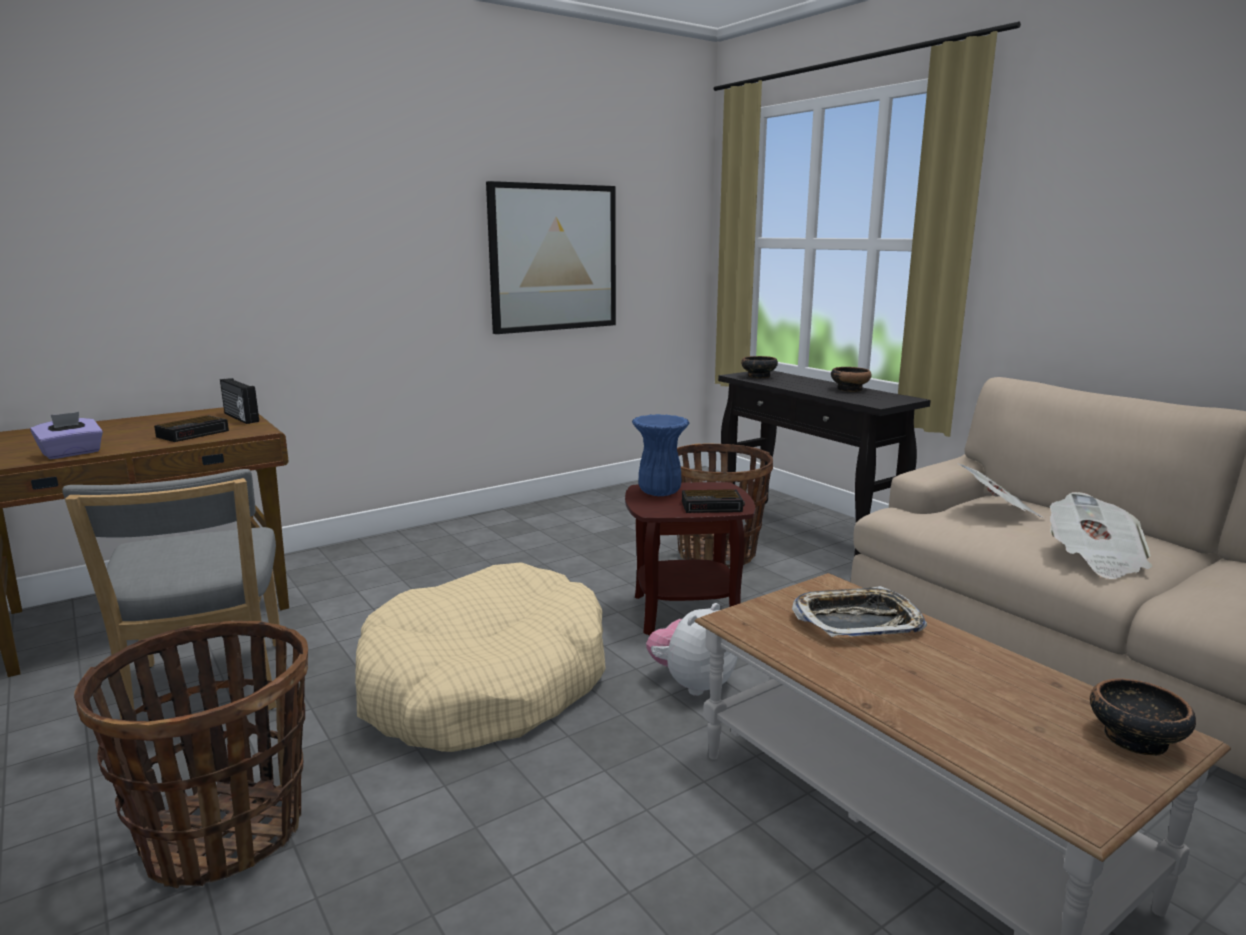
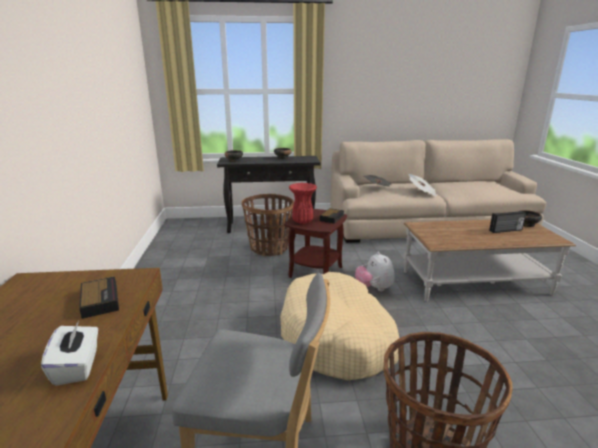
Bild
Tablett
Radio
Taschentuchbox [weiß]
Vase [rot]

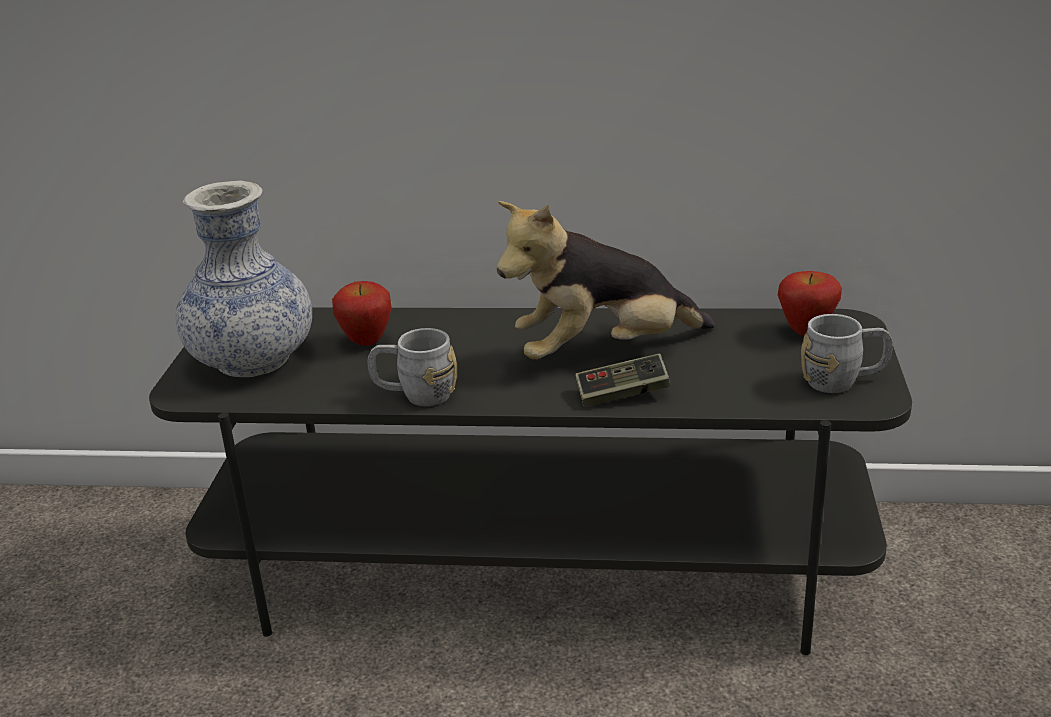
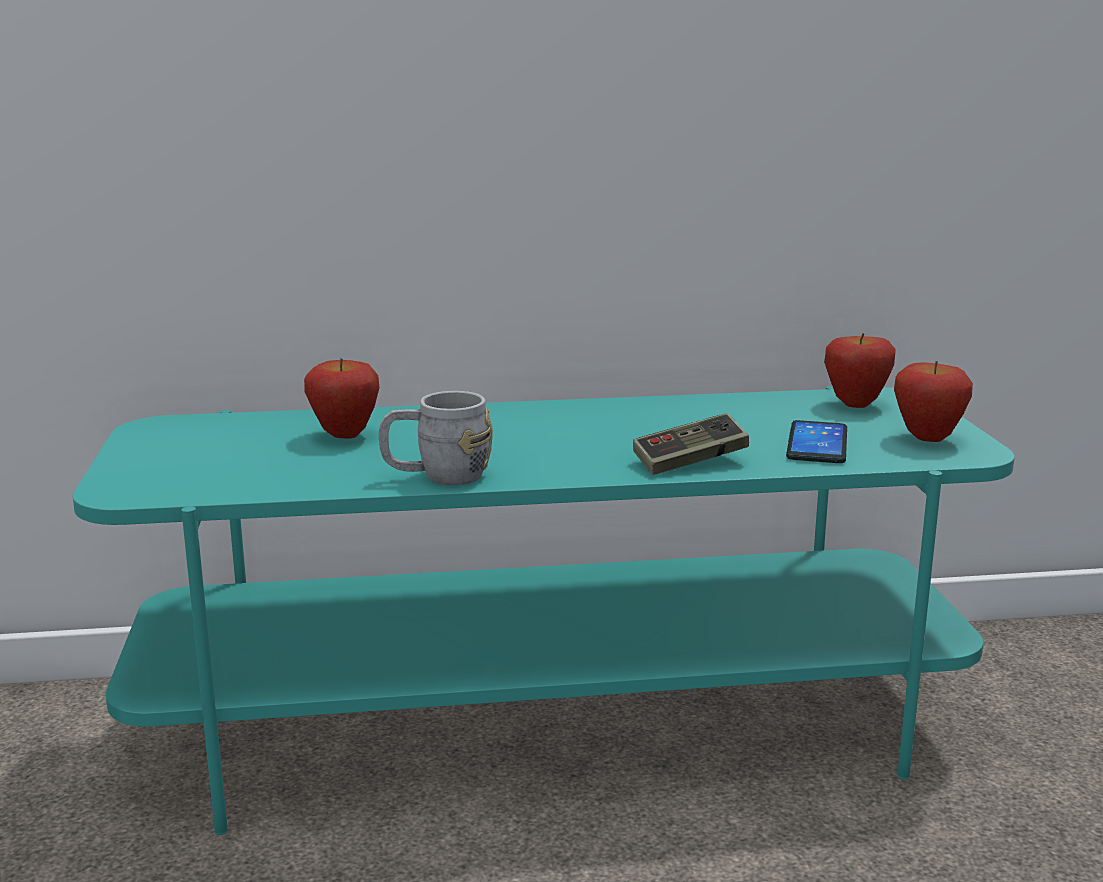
Vase
Plüschtier
Handy
Apfel (3rd from left)
Fernsehschrank [türkis]

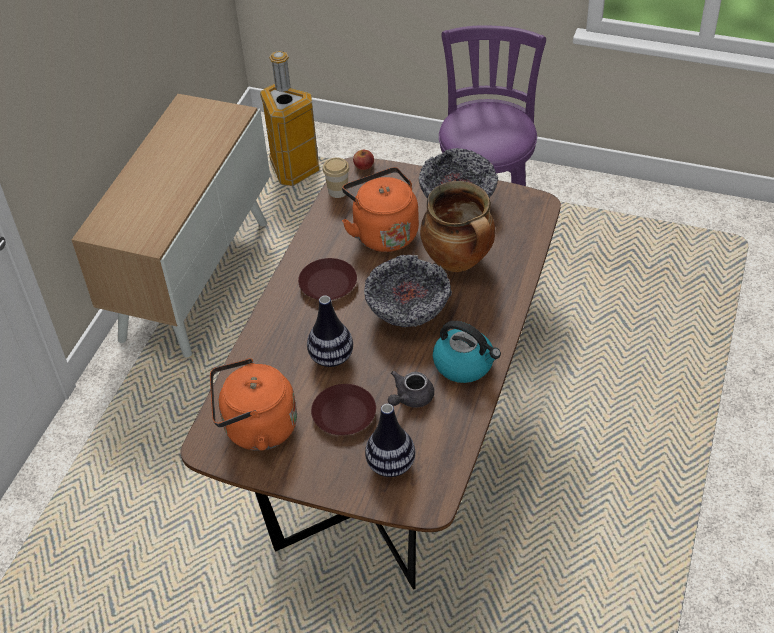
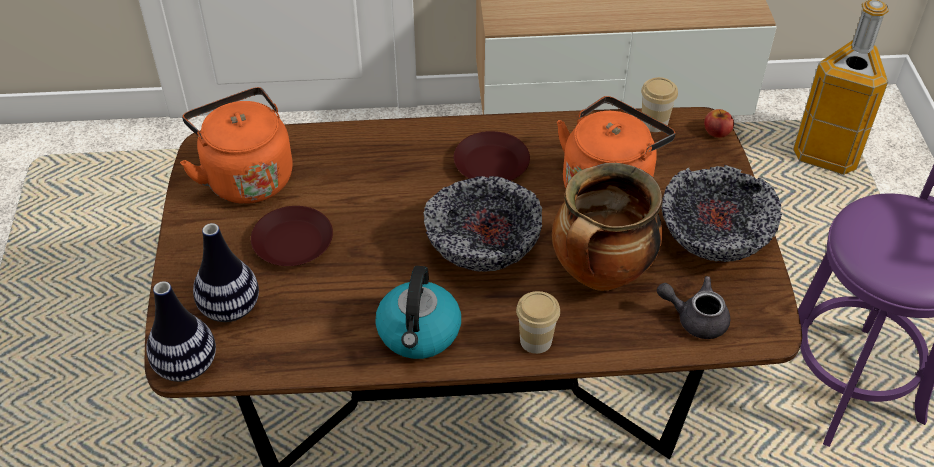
Tasse (1st from left)
Vase (1st from left)
Teekanne [grau]

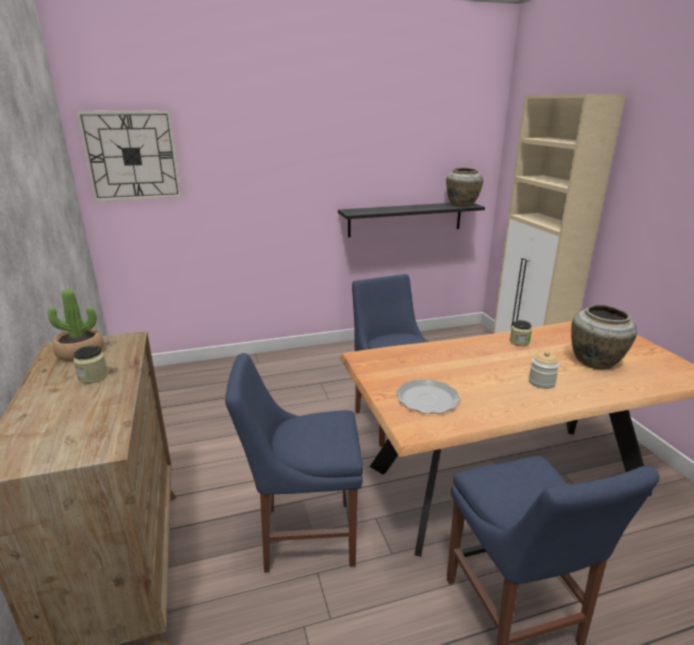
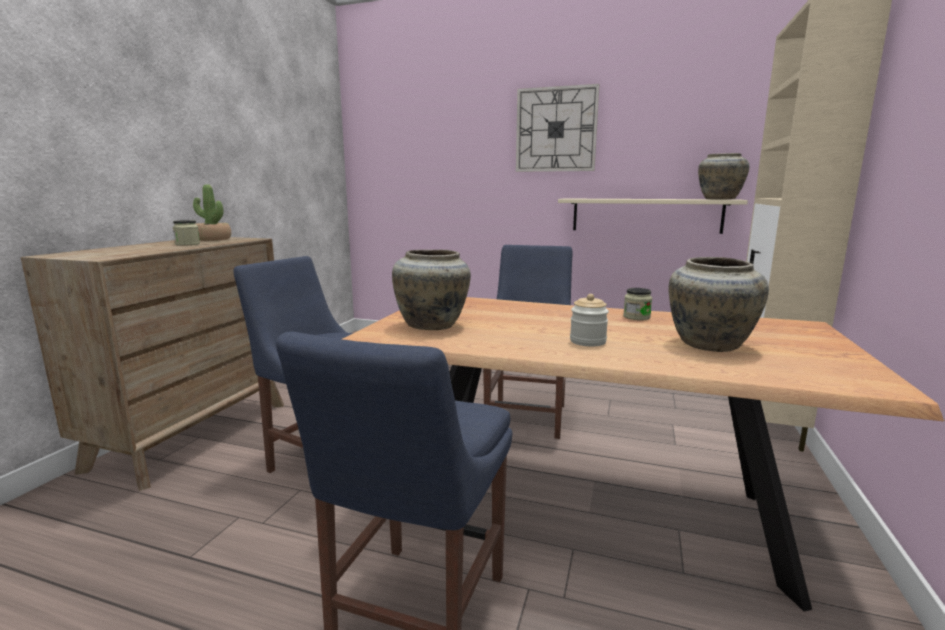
Wanduhr
Vase [beige] (1st from left)
Wandregal [beige]

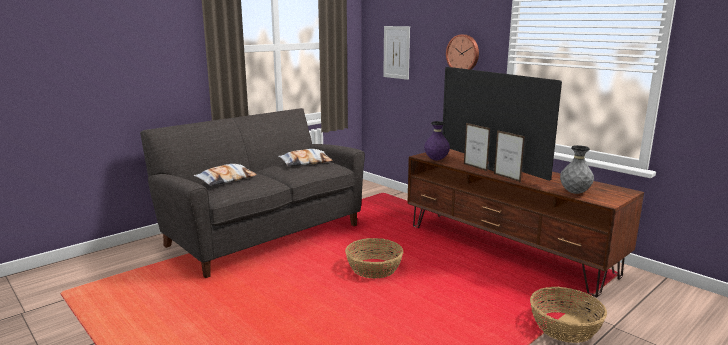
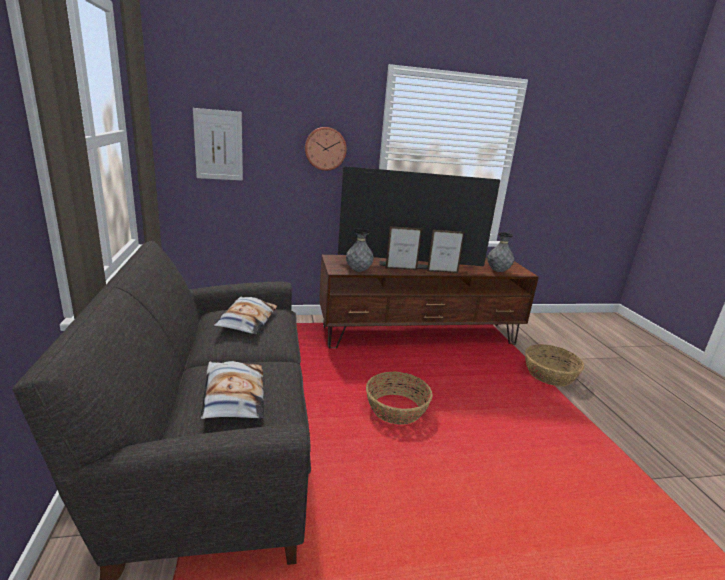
Vase [grau] (1st from left)

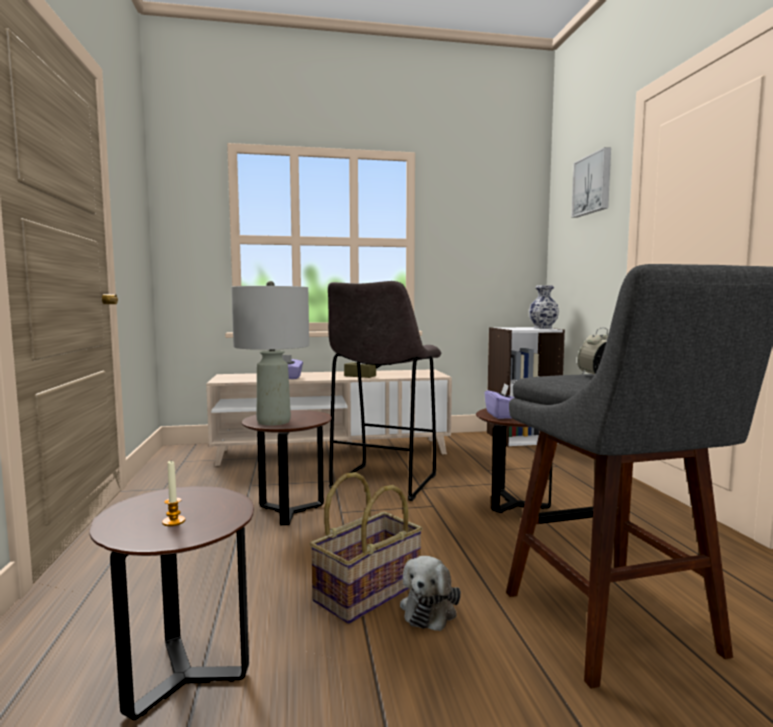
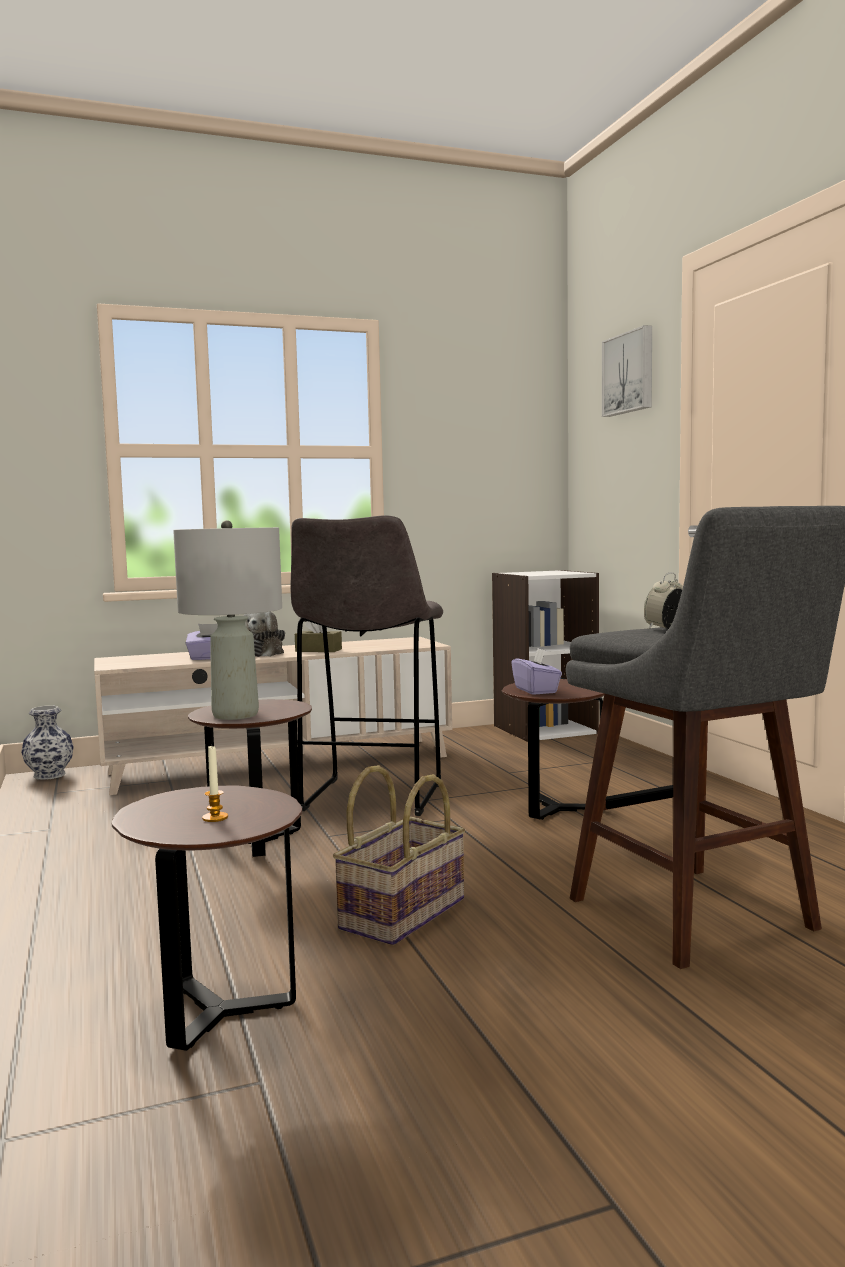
Plüschtier
Vase

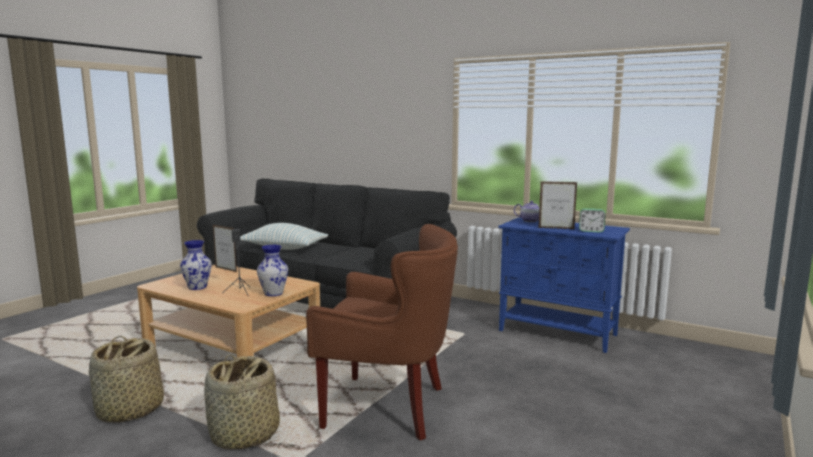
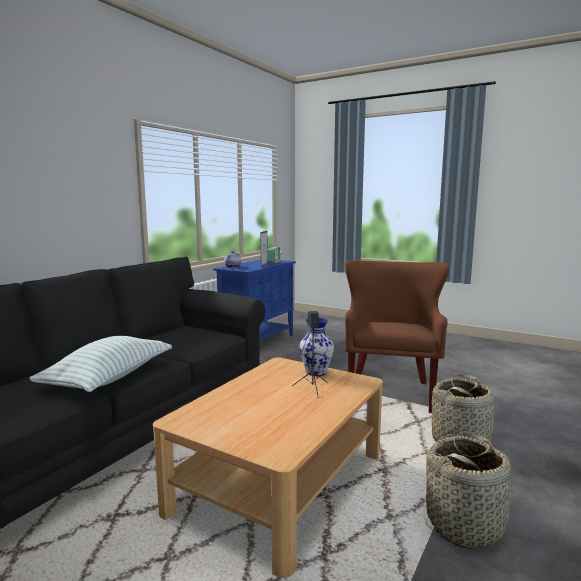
Vase (1st from left in the first image)
Bilderrahmen (1st from left in the first image)

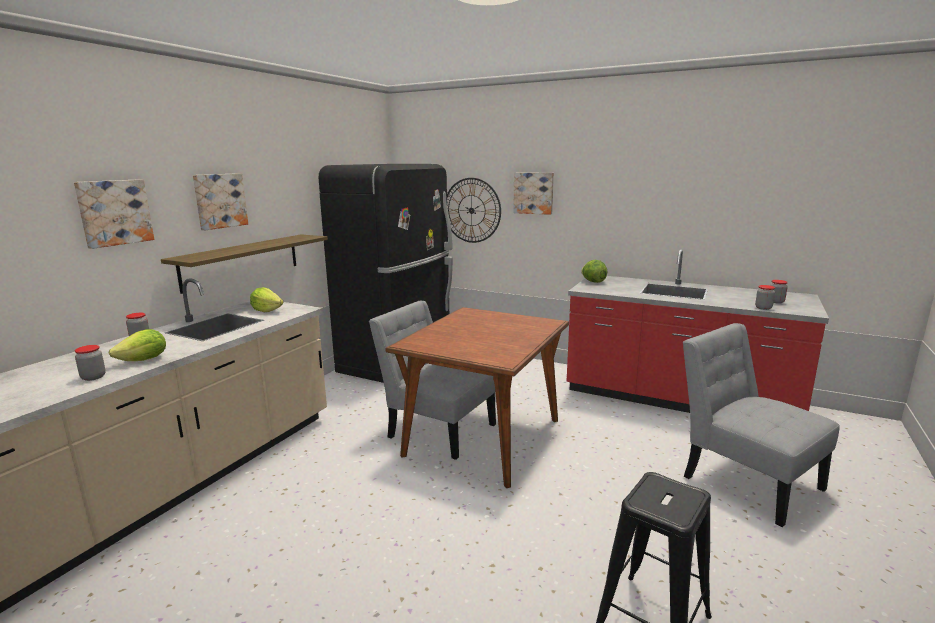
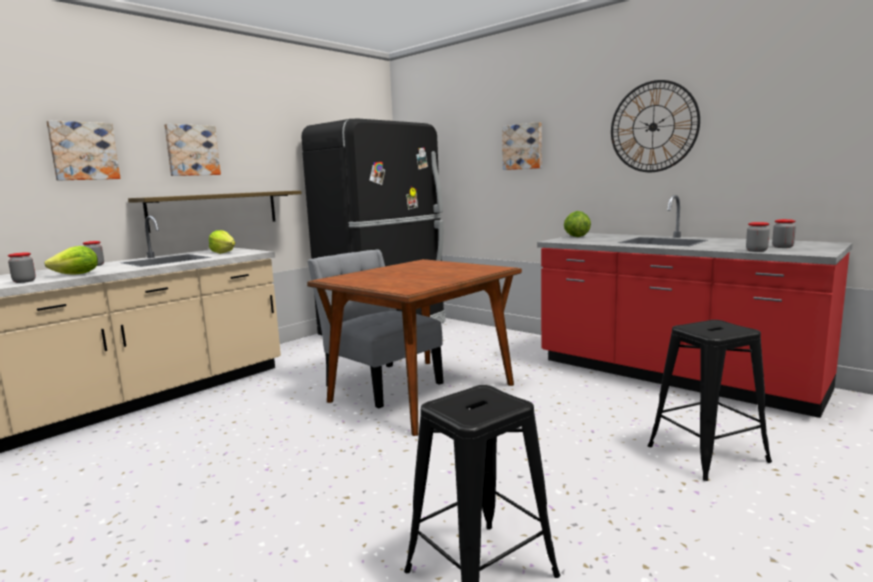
Wanduhr
Hocker [schwarz] (2nd from left)

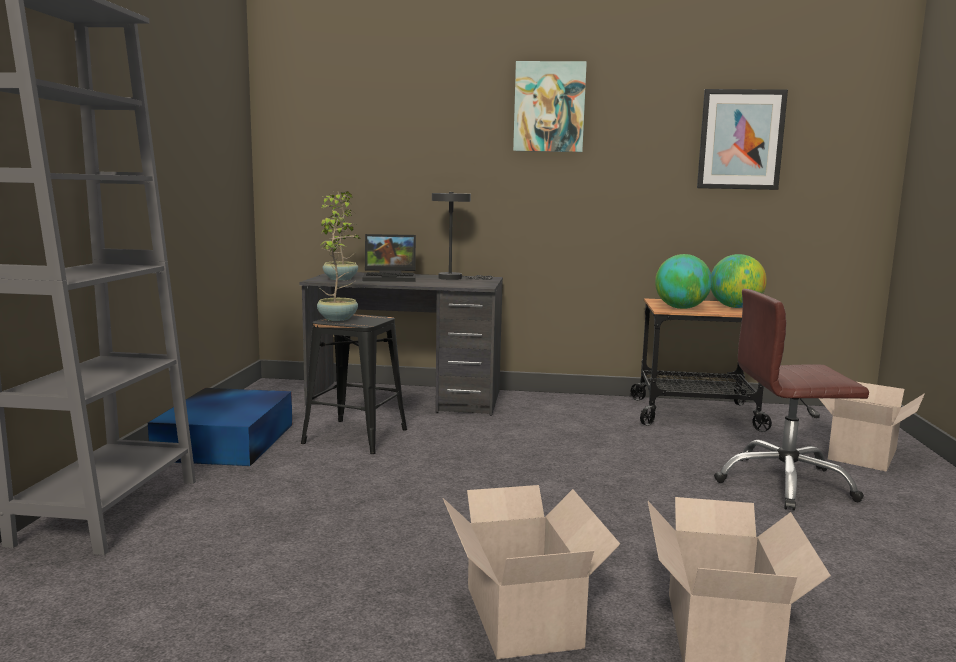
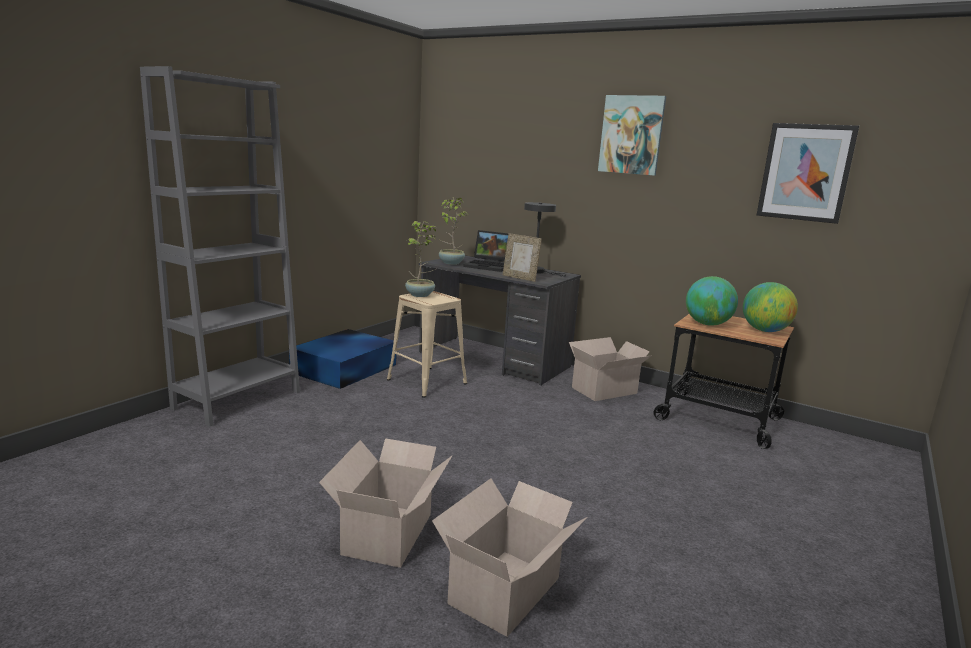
Bürostuhl [braun]
Bilderrahmen
Karton (3rd from left)
Hocker [beige]

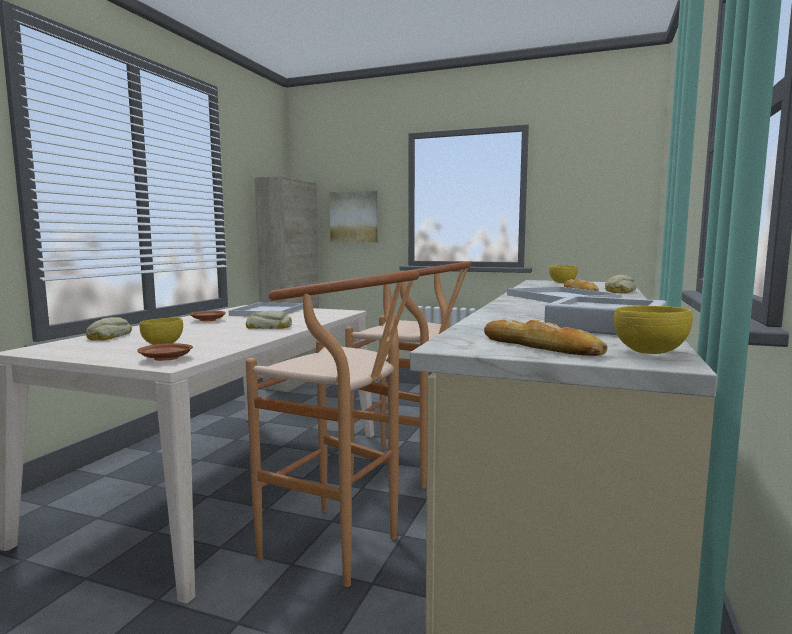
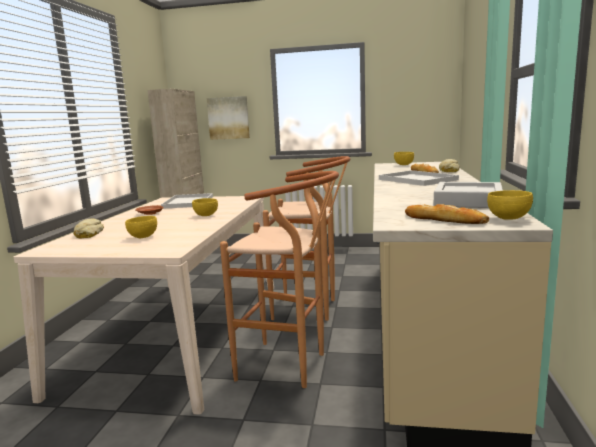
Teller [braun] (1st from left in the first image)
Schüssel [gelb] (2nd from left)

